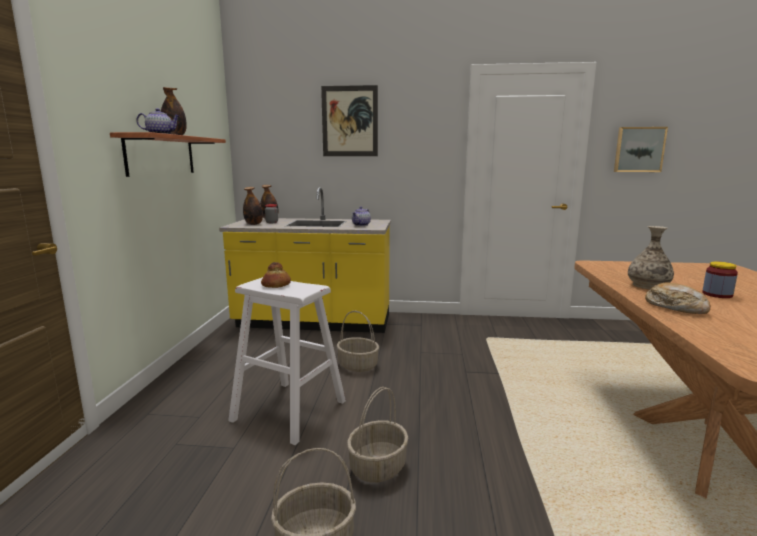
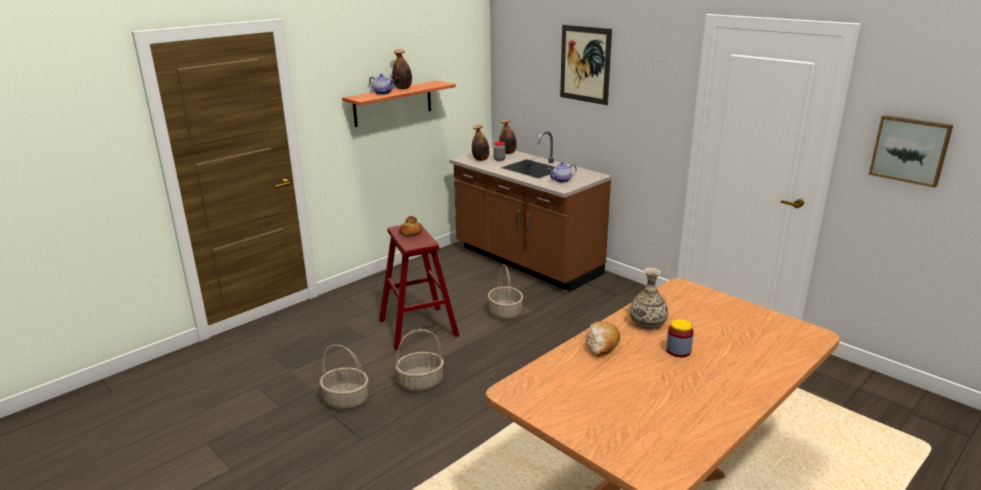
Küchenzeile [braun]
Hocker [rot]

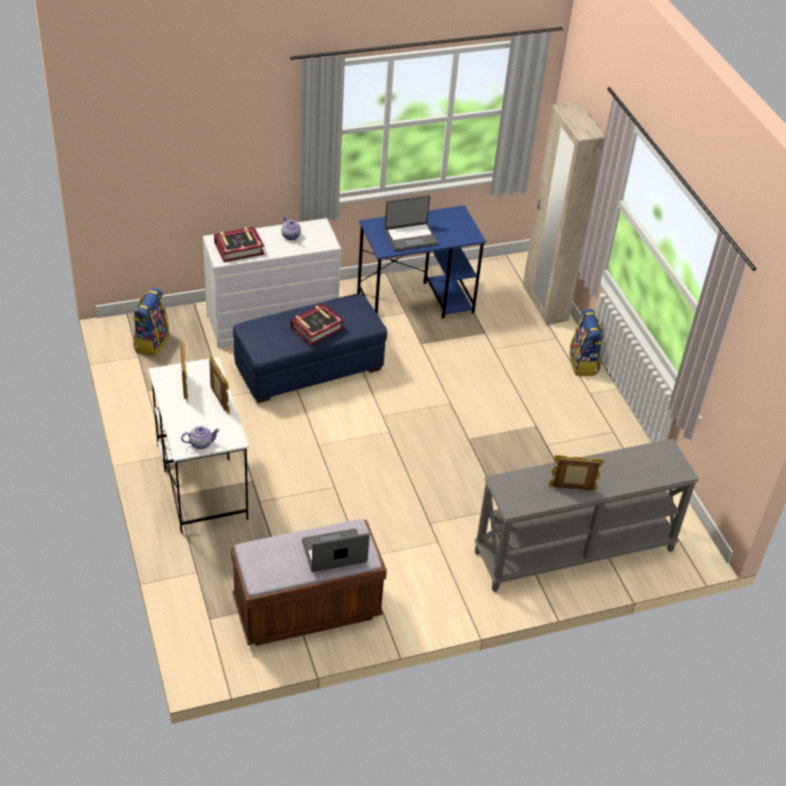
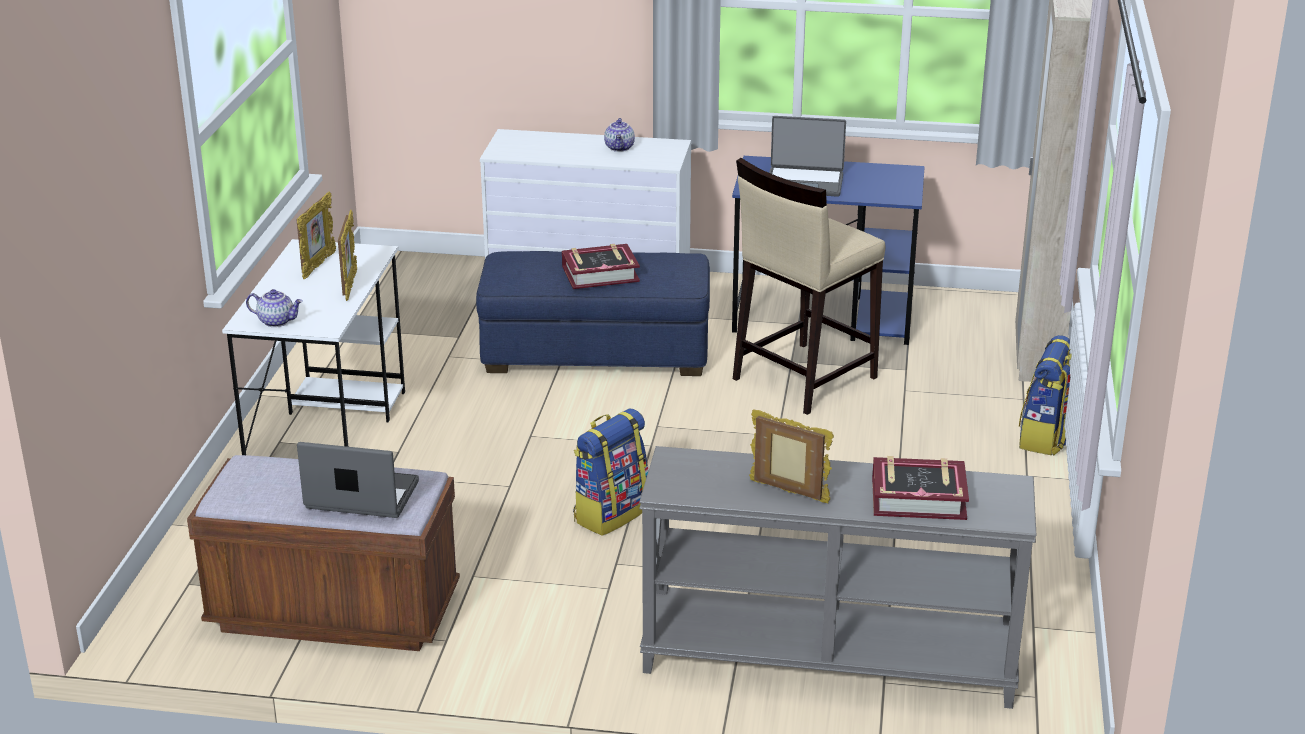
Hocker [beige]
Rucksack (1st from left)
Buch (2nd from left)

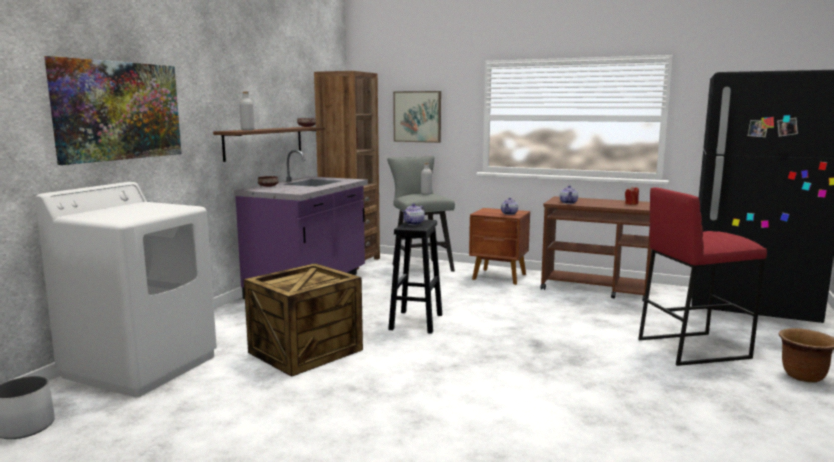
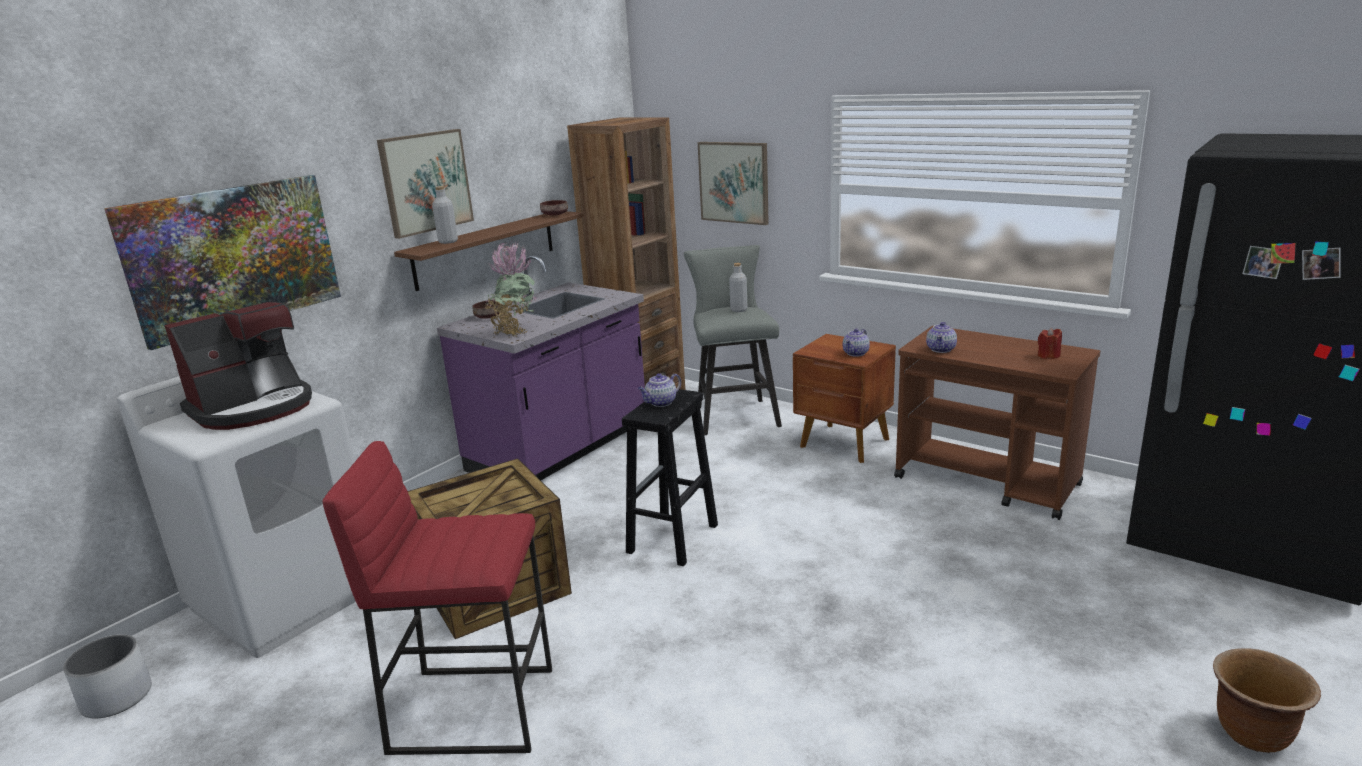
Kaffeemaschine
Bild (2nd from left)
Topfpflanze
Hocker [rot]

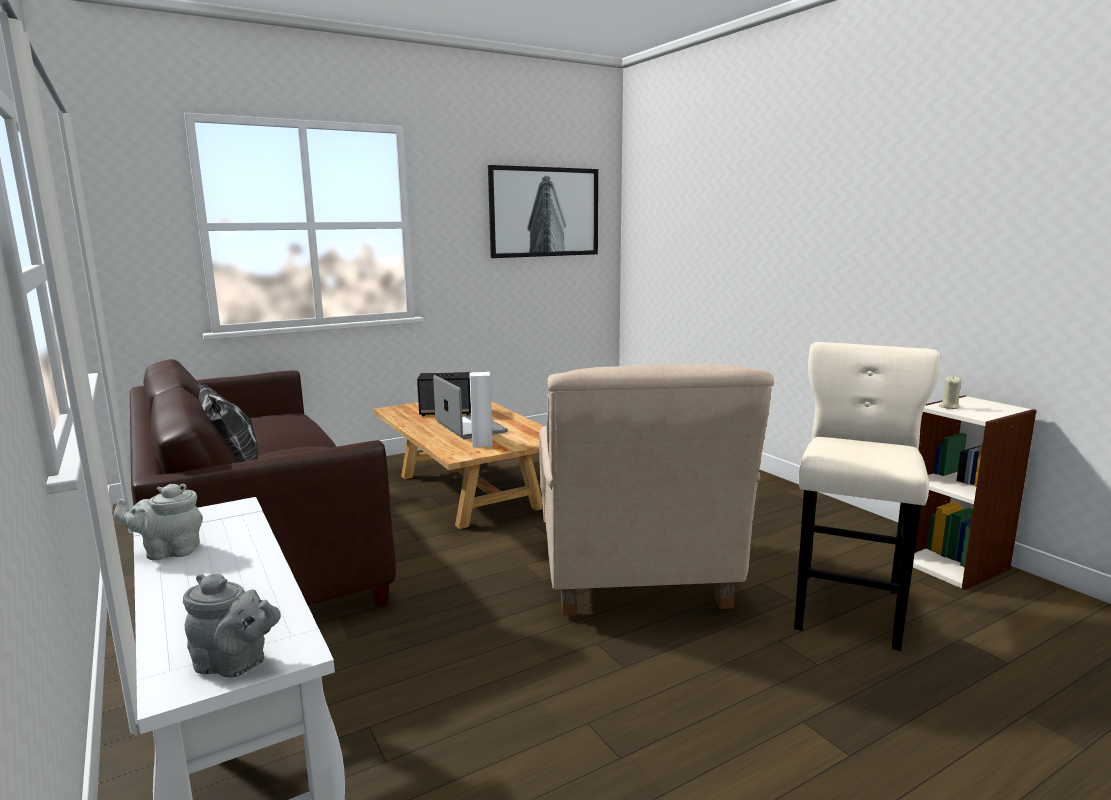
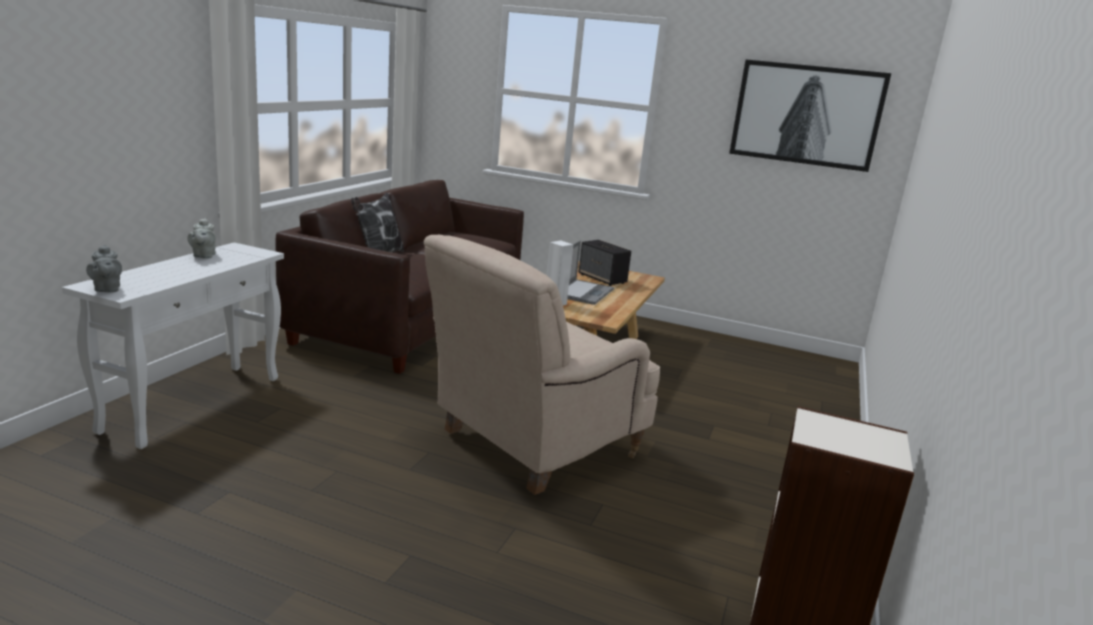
Hocker [beige]
Kerze [beige]
Teekanne [grau] (2nd from left)

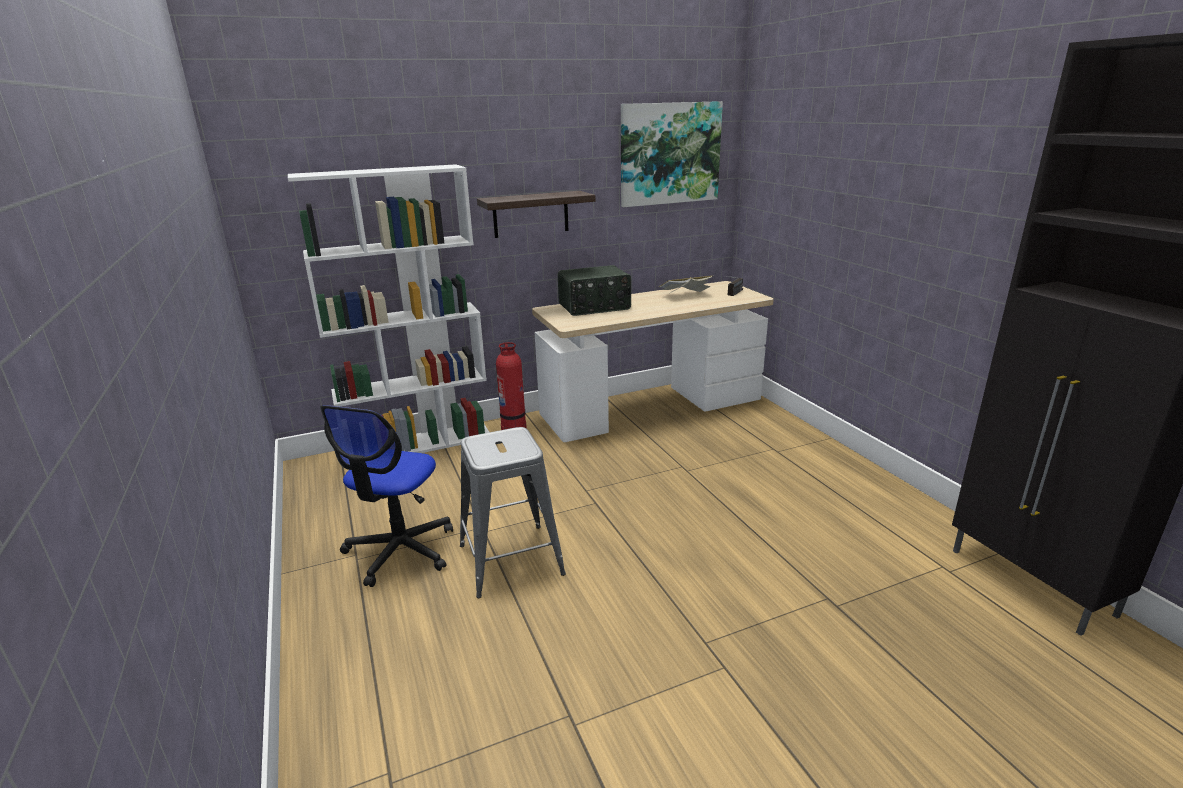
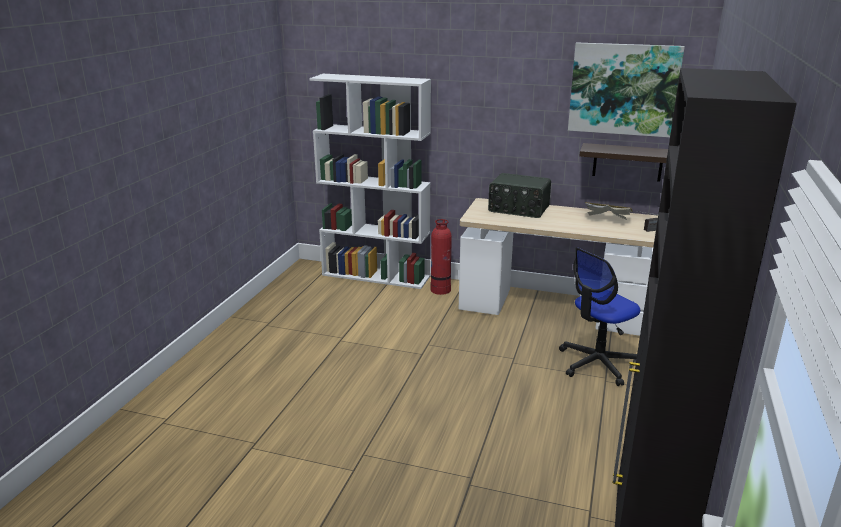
Hocker [grau]
Bürostuhl
Wandregal

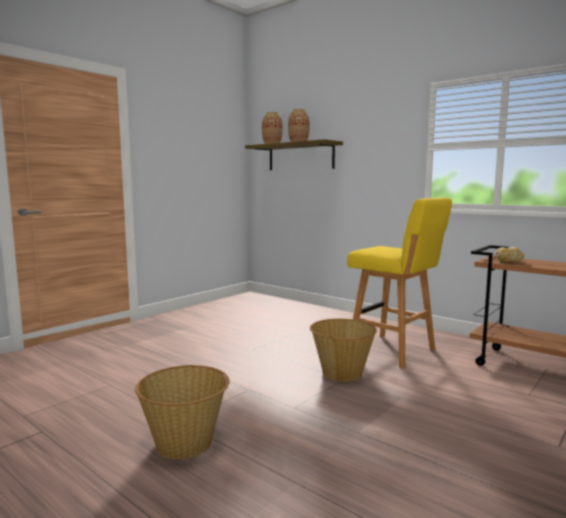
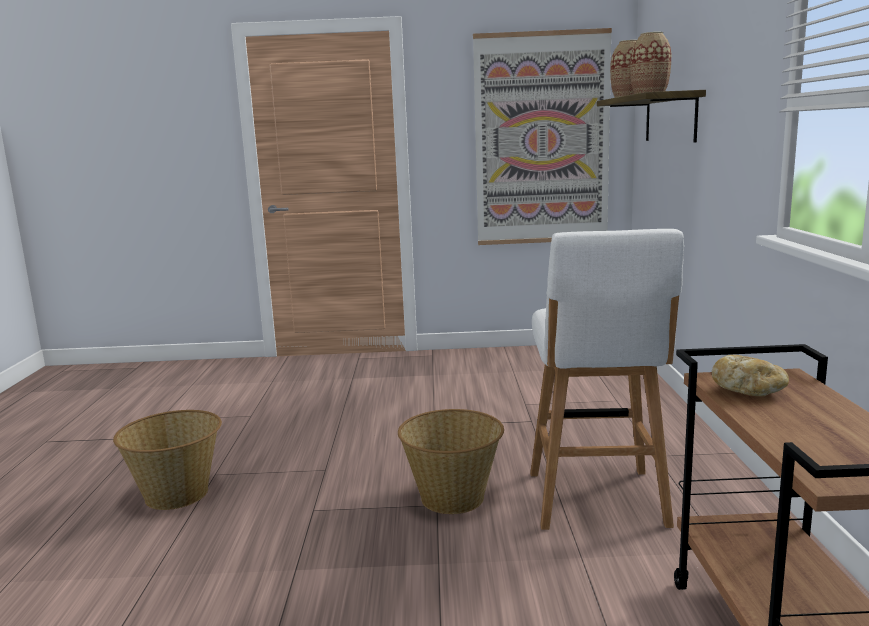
Bild
Hocker [weiß]

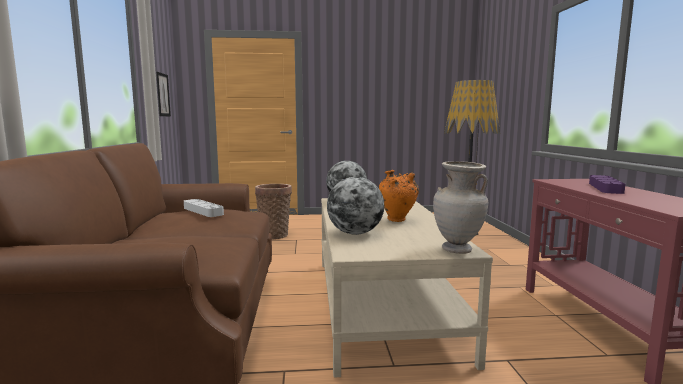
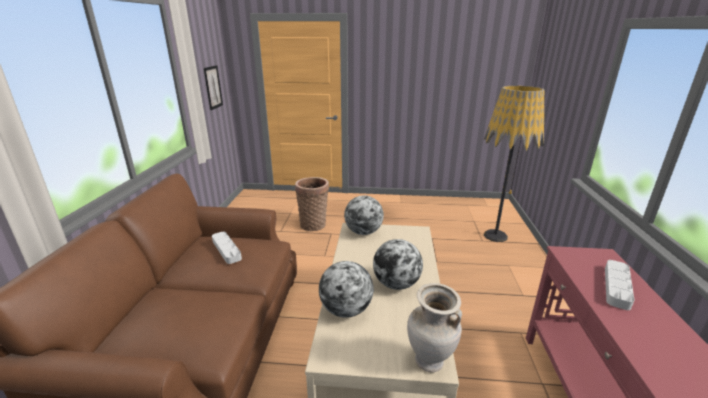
Globus (3rd from left)
Tablett [grau] (2nd from left)

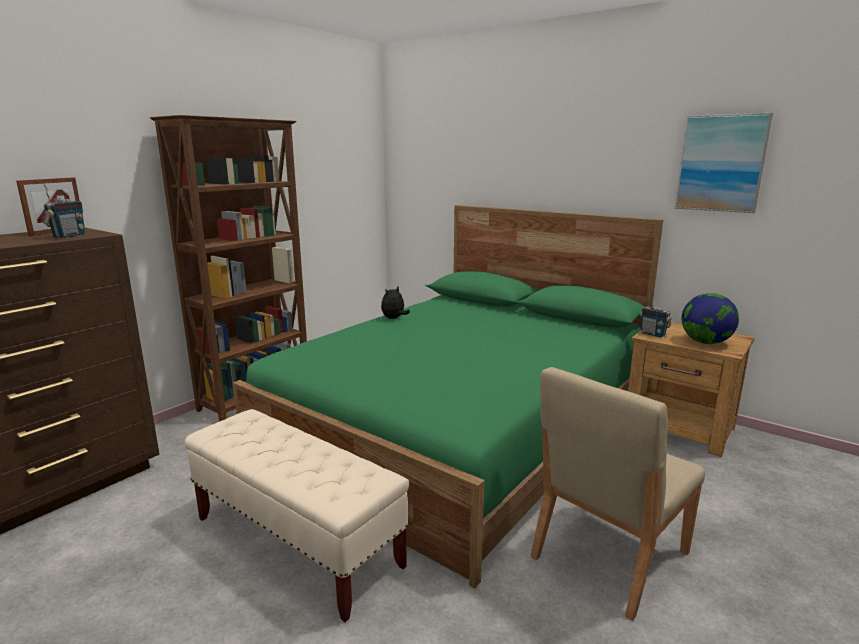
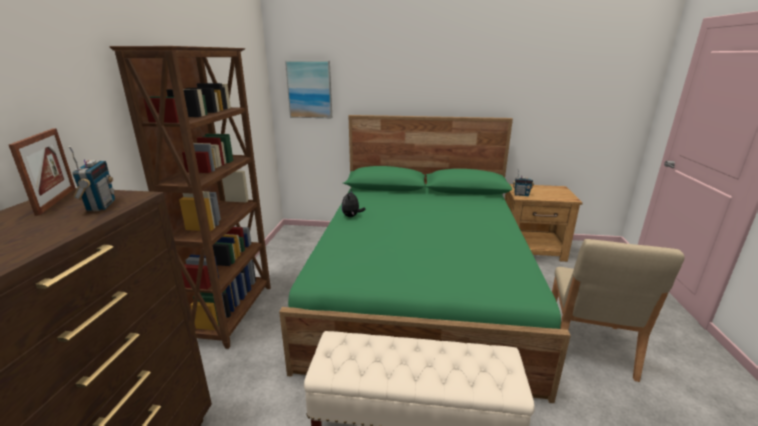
Globus
Bild

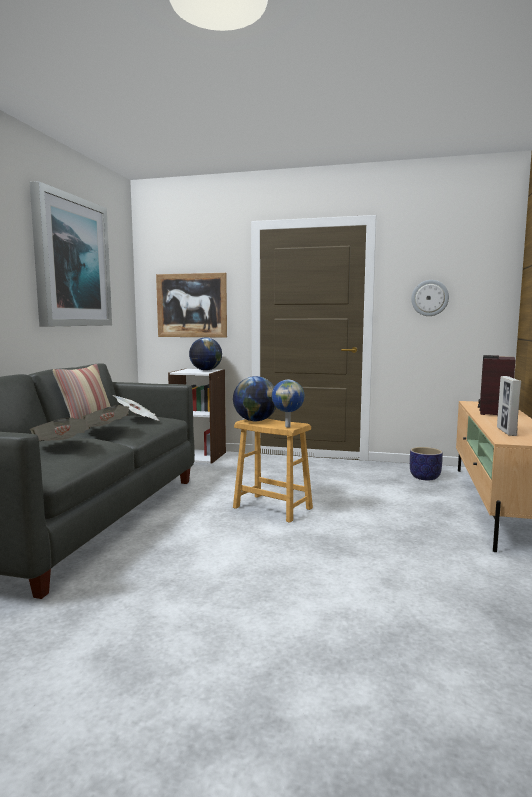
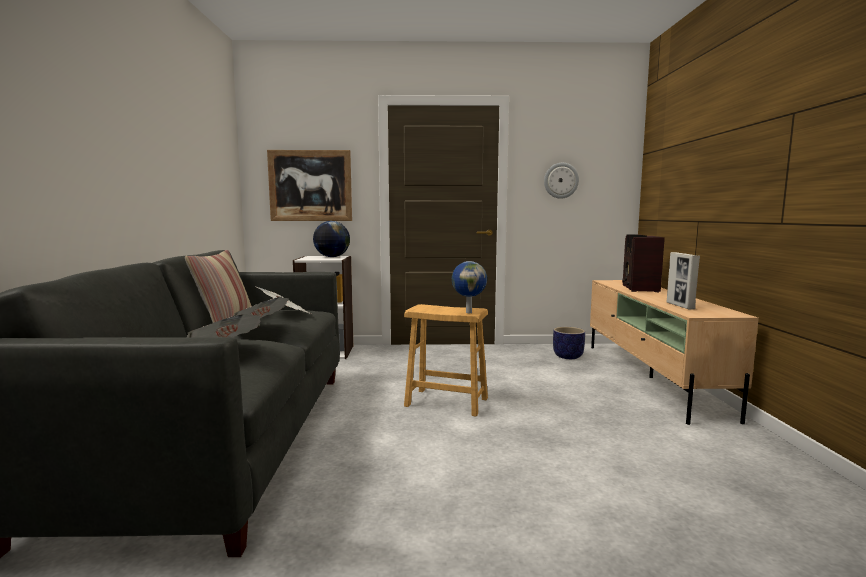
Bild (1st from left in the first image)
Globus (2nd from left in the first image)

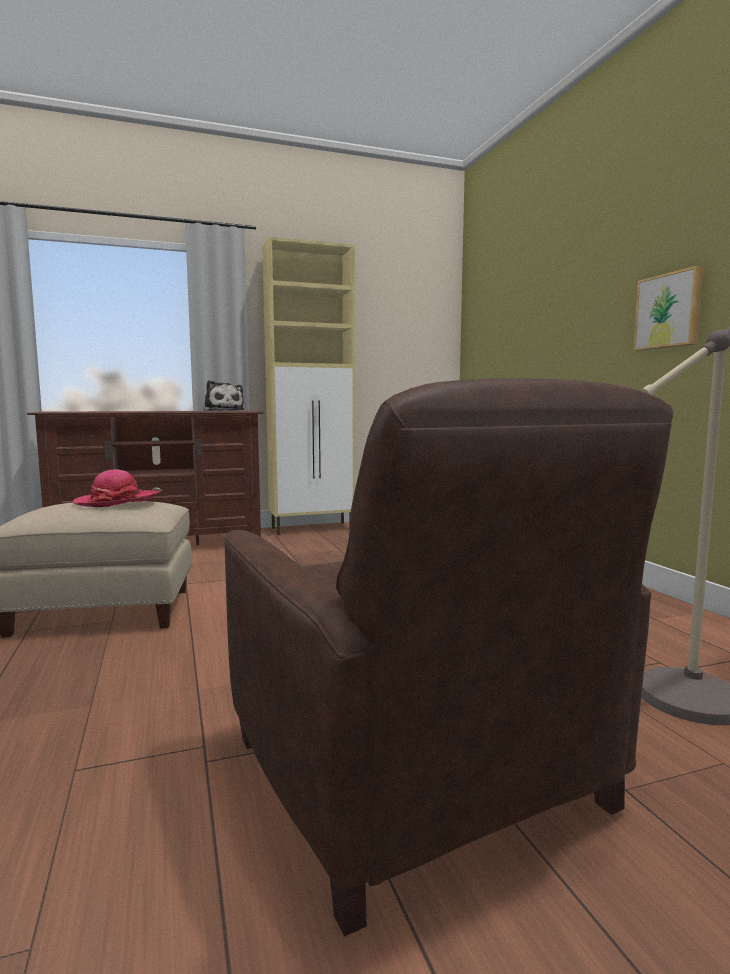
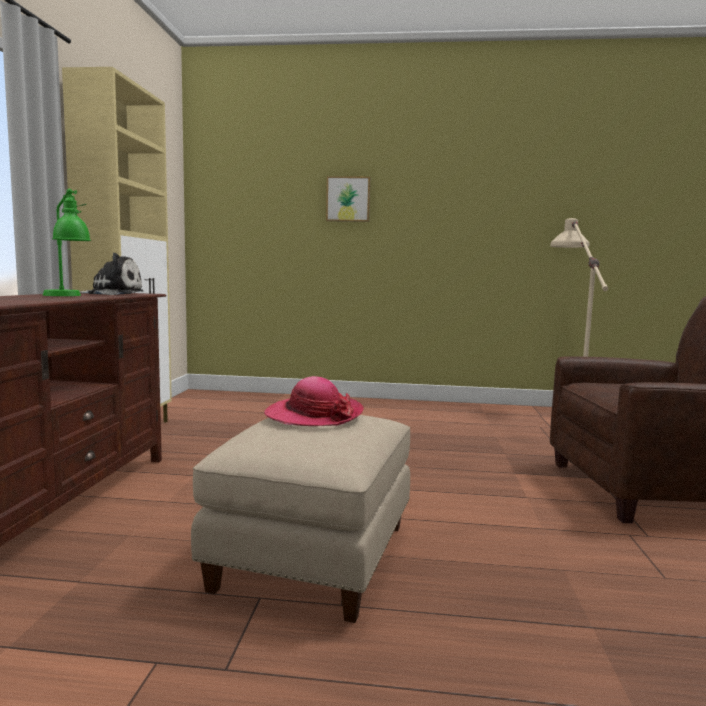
Tischlampe [grün]
Bild

